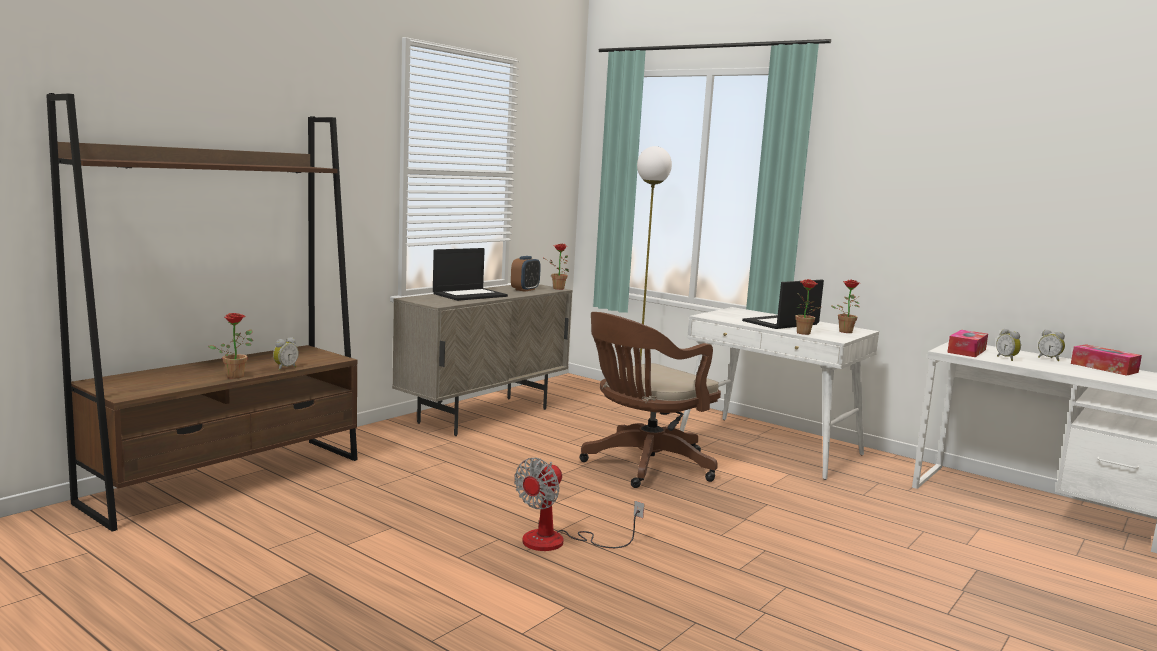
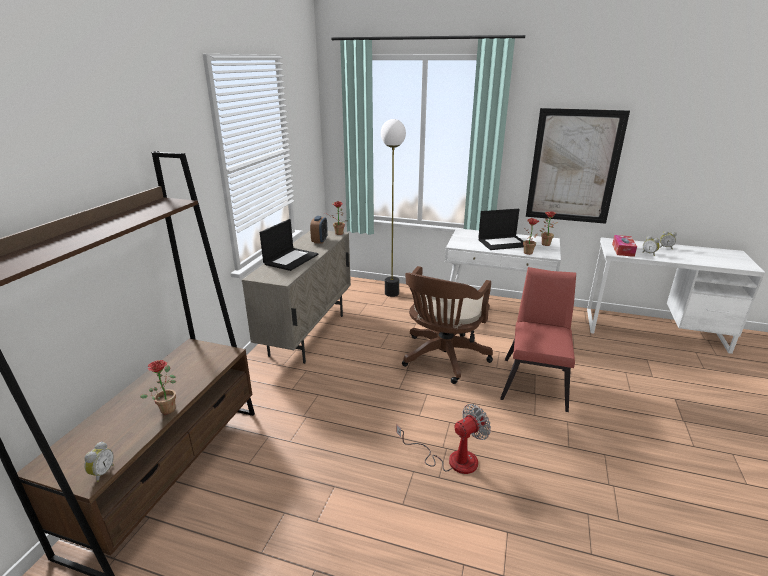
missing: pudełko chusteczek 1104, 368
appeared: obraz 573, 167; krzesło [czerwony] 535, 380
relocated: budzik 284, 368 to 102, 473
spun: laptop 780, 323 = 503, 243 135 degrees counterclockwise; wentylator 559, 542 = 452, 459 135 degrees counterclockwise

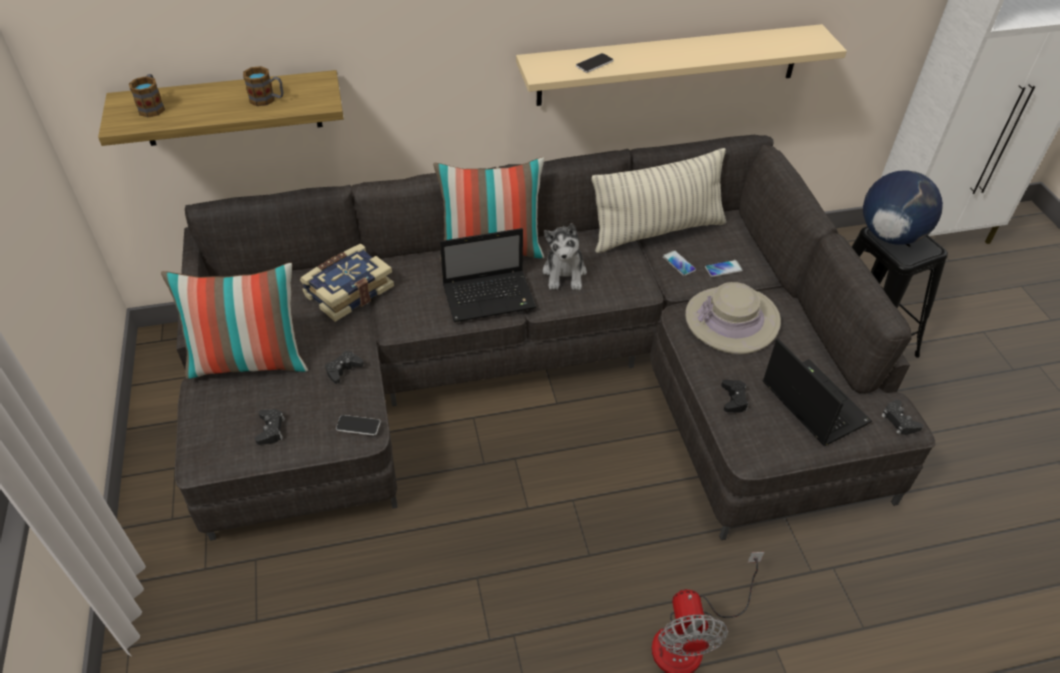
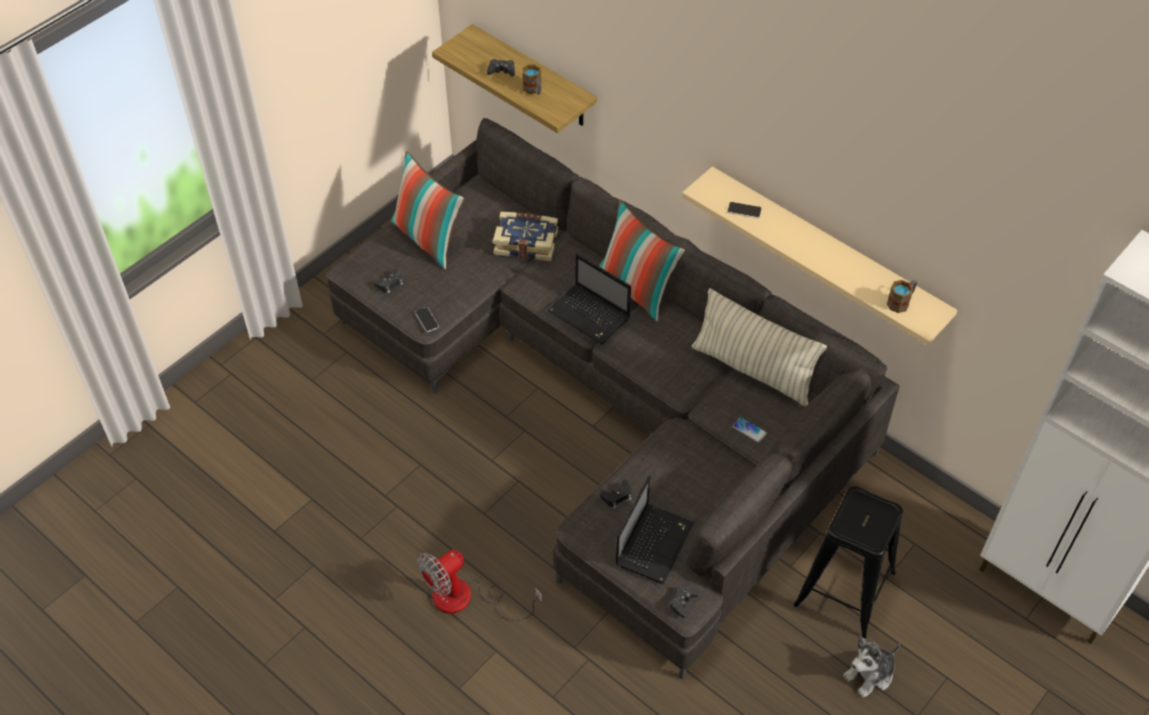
missing: globus 890, 235; telefon 679, 263; kapelusz [beżowy] 732, 320
relocated: kubek 153, 106 to 901, 302; pluszak 564, 273 to 870, 674; pad do gier [czarny] 343, 370 to 501, 71

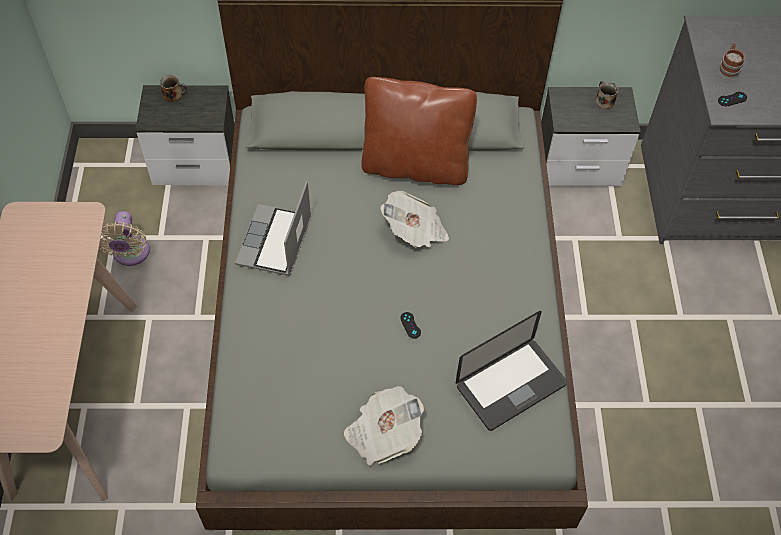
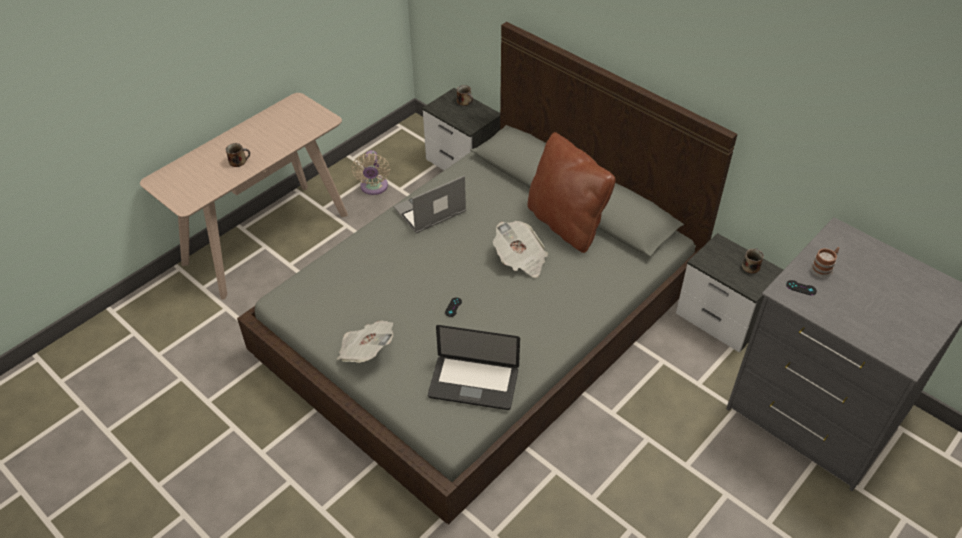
appeared: kubek 239, 161
spun: wentylator [beżowy] 130, 254 = 374, 188 45 degrees counterclockwise

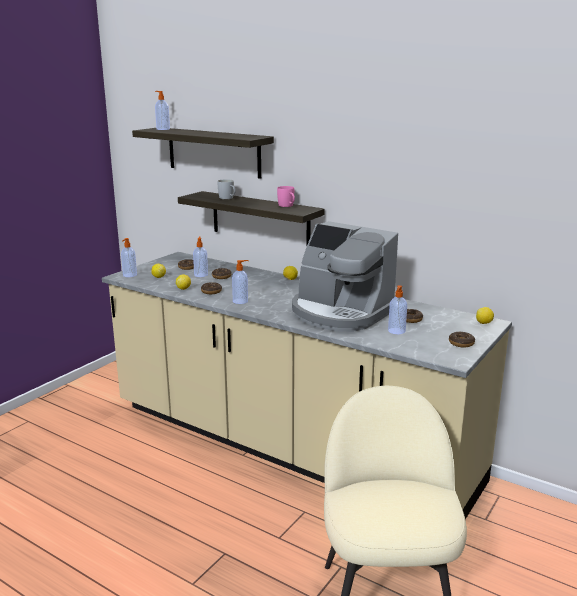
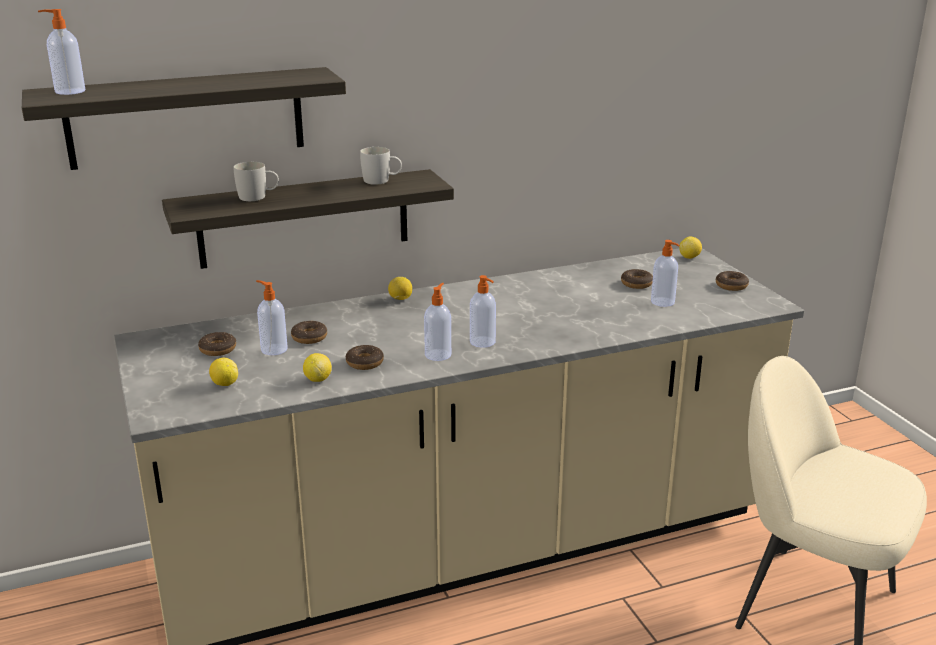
missing: ekspres do kawy 340, 313
relocated: dozownik mydła 129, 275 to 483, 342
colour: kubek [różowy] 287, 206 to kubek [biały] 381, 181

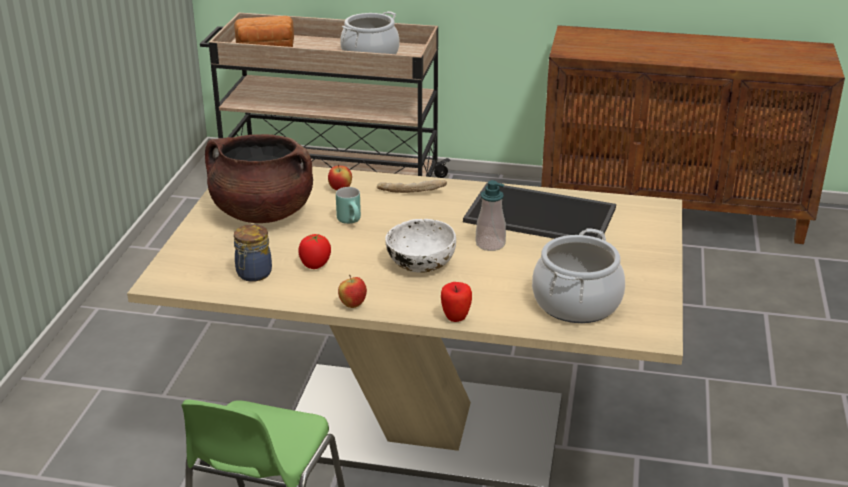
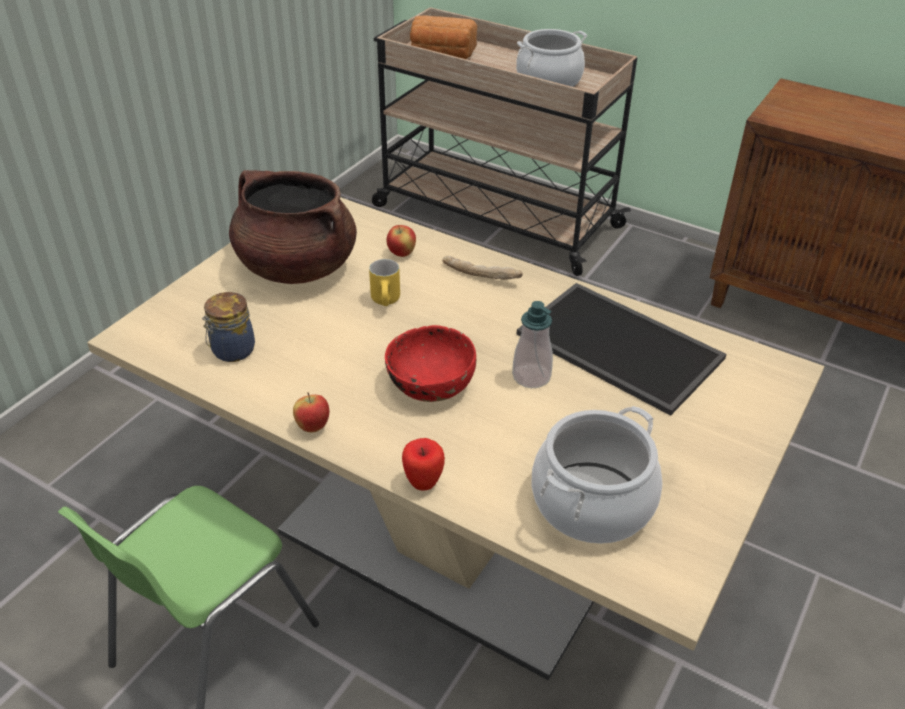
missing: pomidor 315, 265
colour: kubek [turkusowy] 352, 221 to kubek [żółty] 387, 302; miska [biały] 420, 262 to miska [czerwony] 429, 383

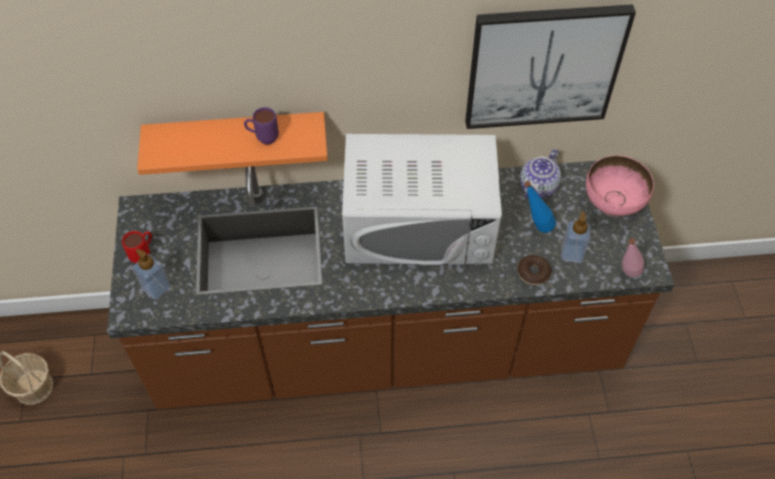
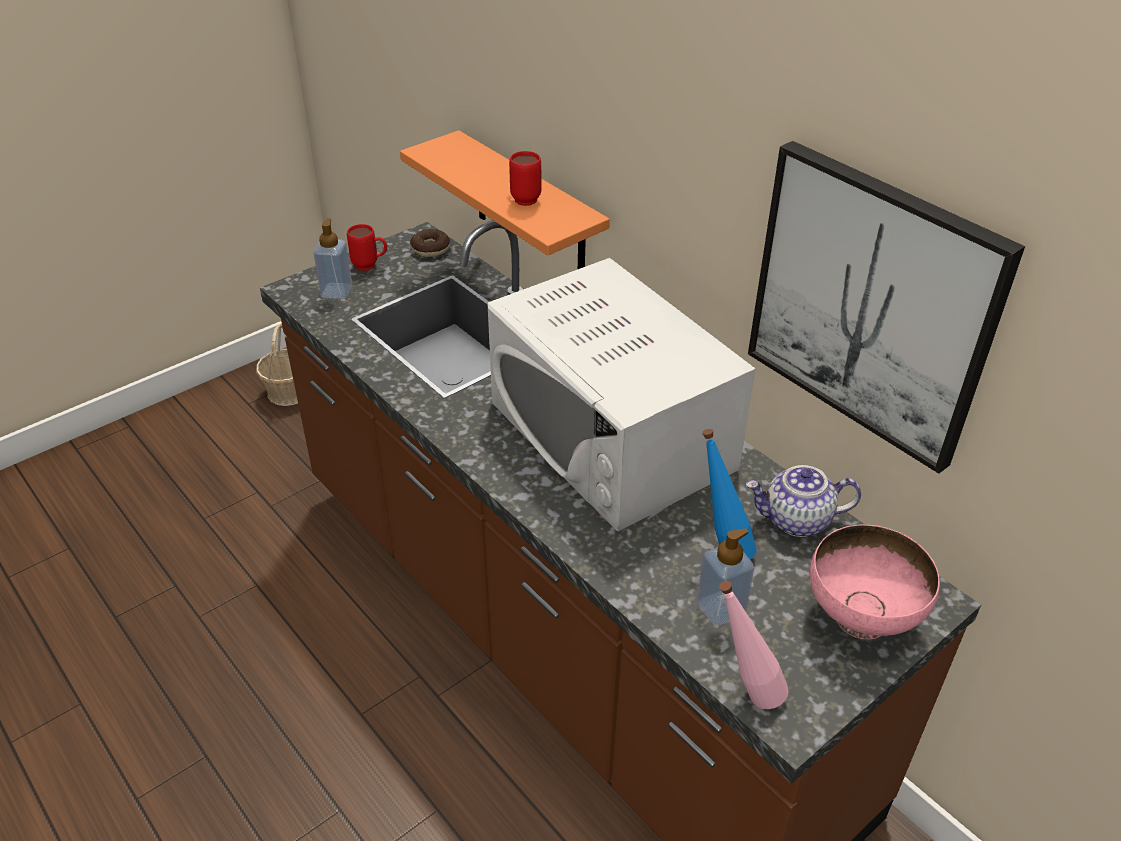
relocated: donut 533, 273 to 430, 249
colour: kubek [fioletowy] 263, 138 to kubek [czerwony] 522, 198

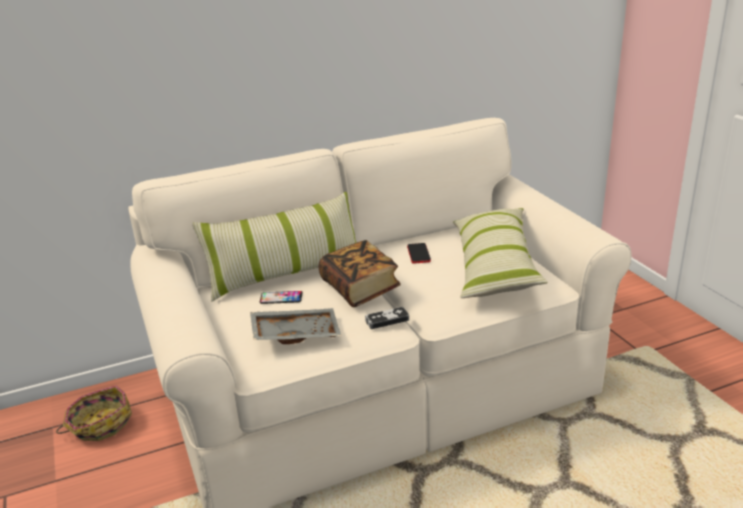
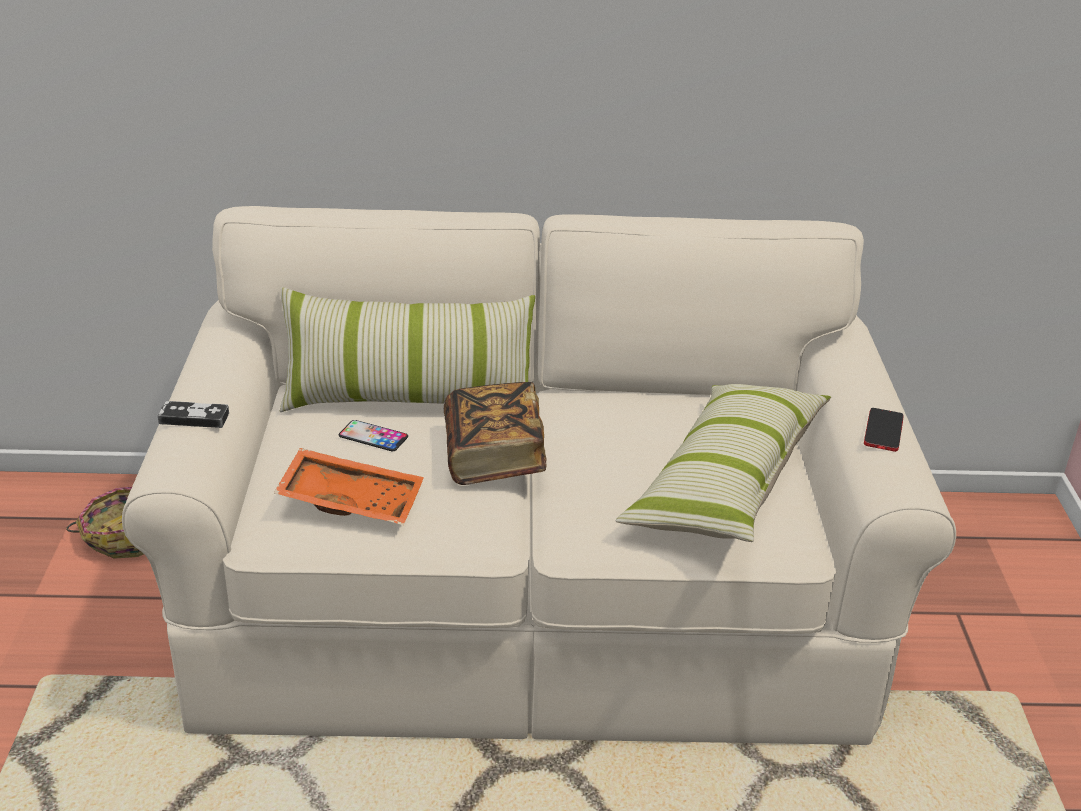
relocated: telefon 418, 254 to 883, 431; pad do gier 387, 320 to 194, 418
colour: taca [szary] 296, 333 to taca [pomarańczowy] 352, 500

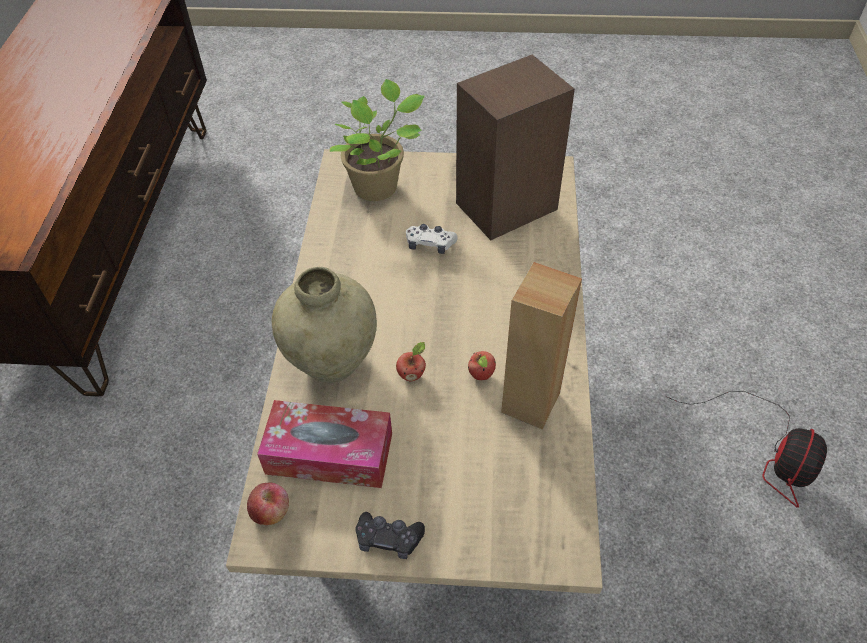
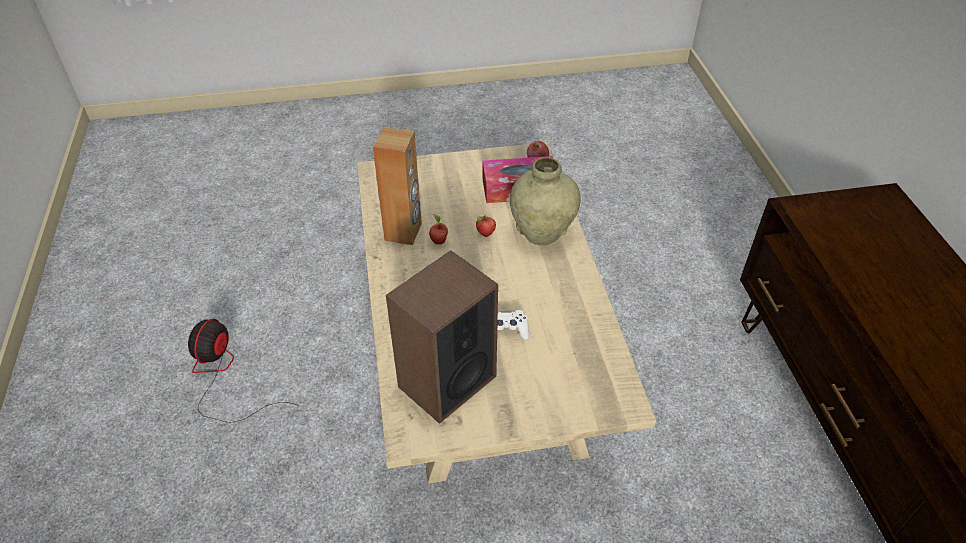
missing: roślina doniczkowa 379, 186; pad do gier [czarny] 389, 539

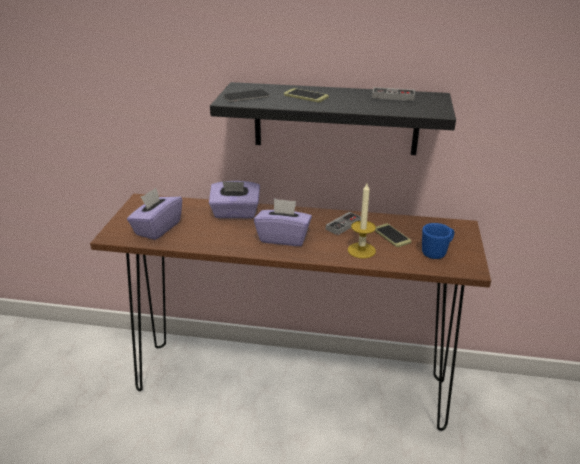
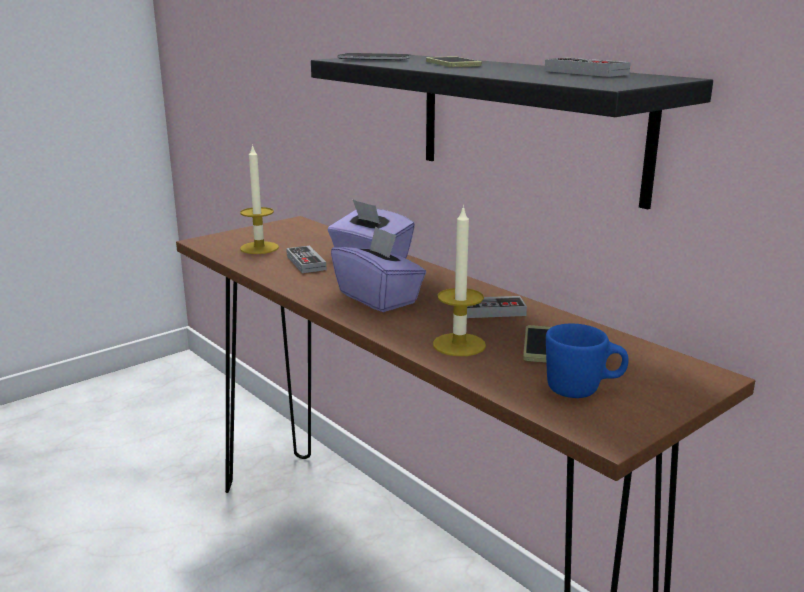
appeared: pad do gier 306, 263
exchanged: pudełko chusteczek [fioletowy] 157, 228 to świeca 259, 248

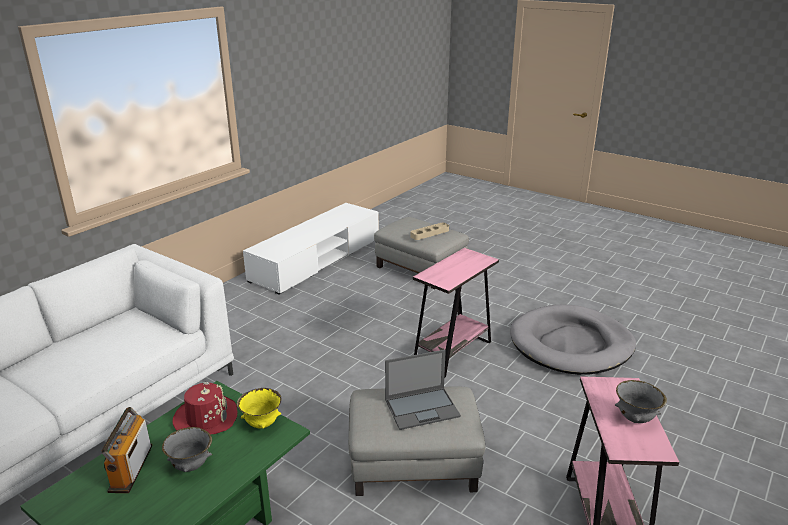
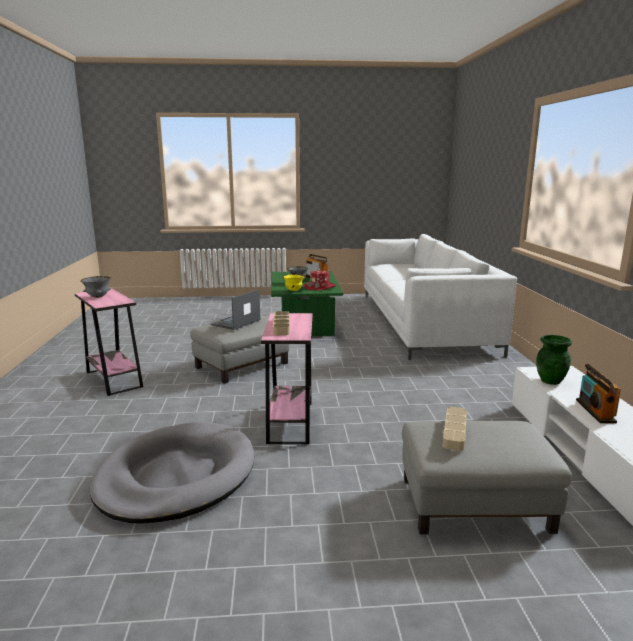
appeared: taca [beżowy] 281, 326; wazon [zielony] 550, 381; radio 595, 411

